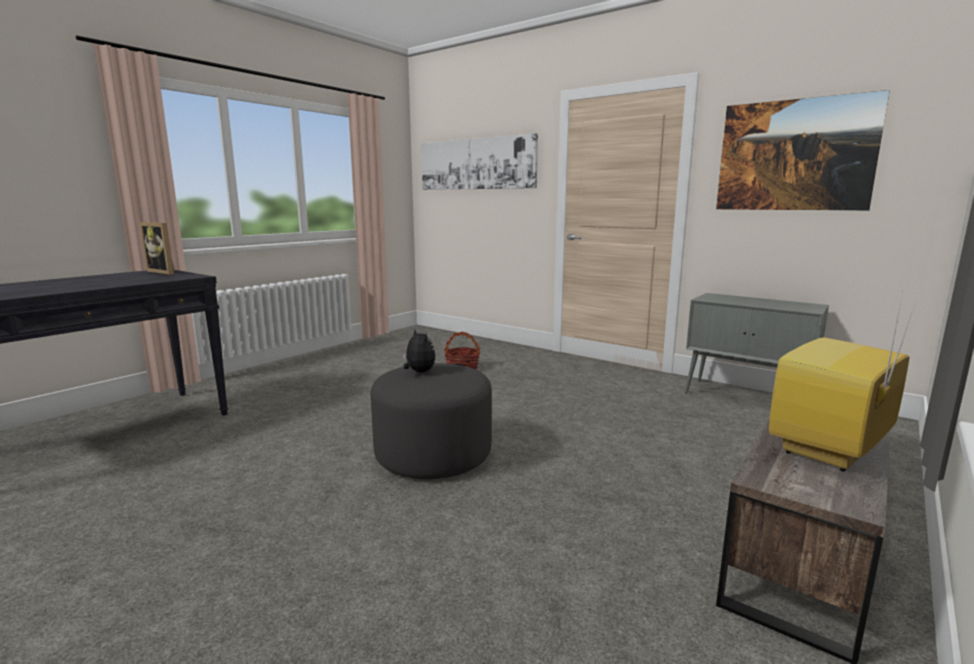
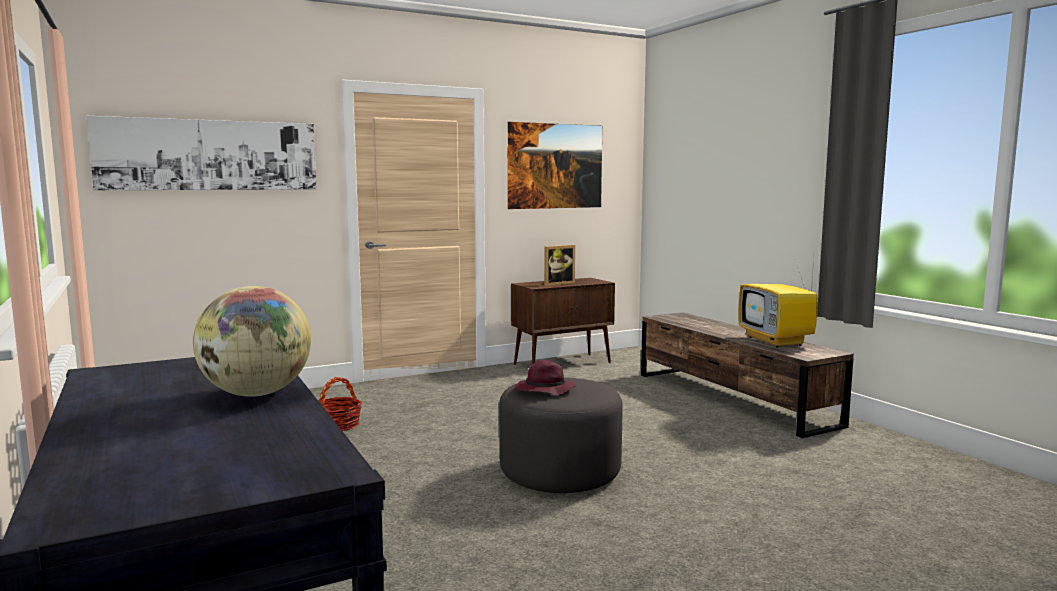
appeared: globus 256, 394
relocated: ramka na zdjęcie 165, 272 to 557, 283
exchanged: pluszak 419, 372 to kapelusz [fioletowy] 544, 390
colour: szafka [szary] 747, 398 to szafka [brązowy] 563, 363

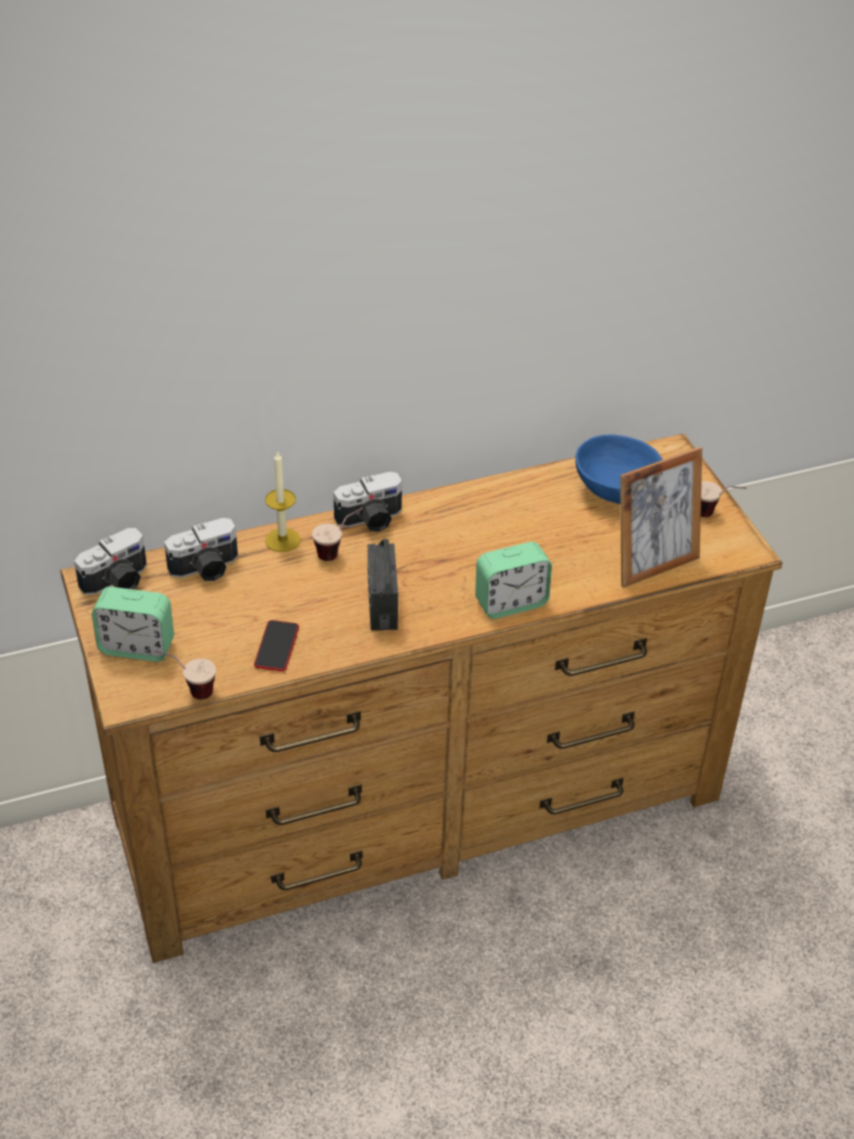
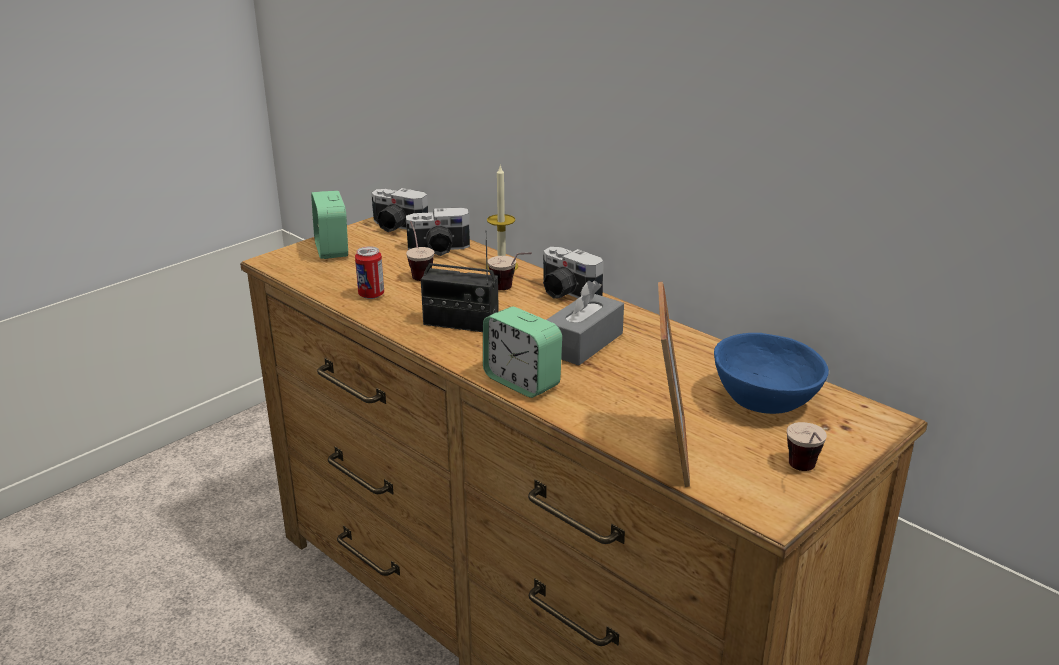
appeared: pudełko chusteczek [szary] 583, 343
relocated: filiżanka 188, 690 to 419, 273
exchanged: telefon 276, 646 to puszka 371, 295
spun: ramka na zdjęcie 653, 564 = 668, 450 120 degrees counterclockwise; aparat fotograficzny 206, 569 = 439, 249 45 degrees counterclockwise; radio 382, 604 = 460, 323 135 degrees counterclockwise

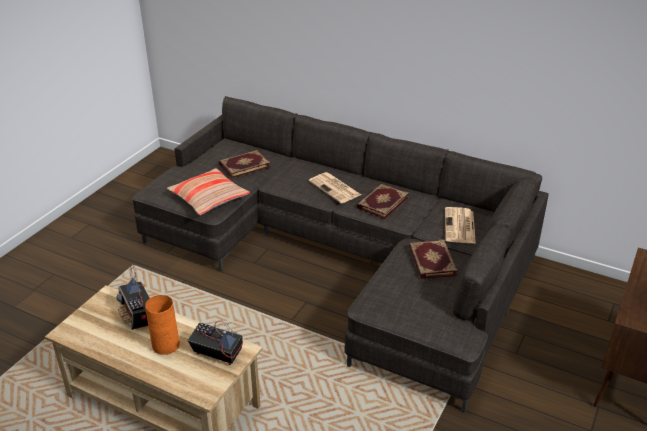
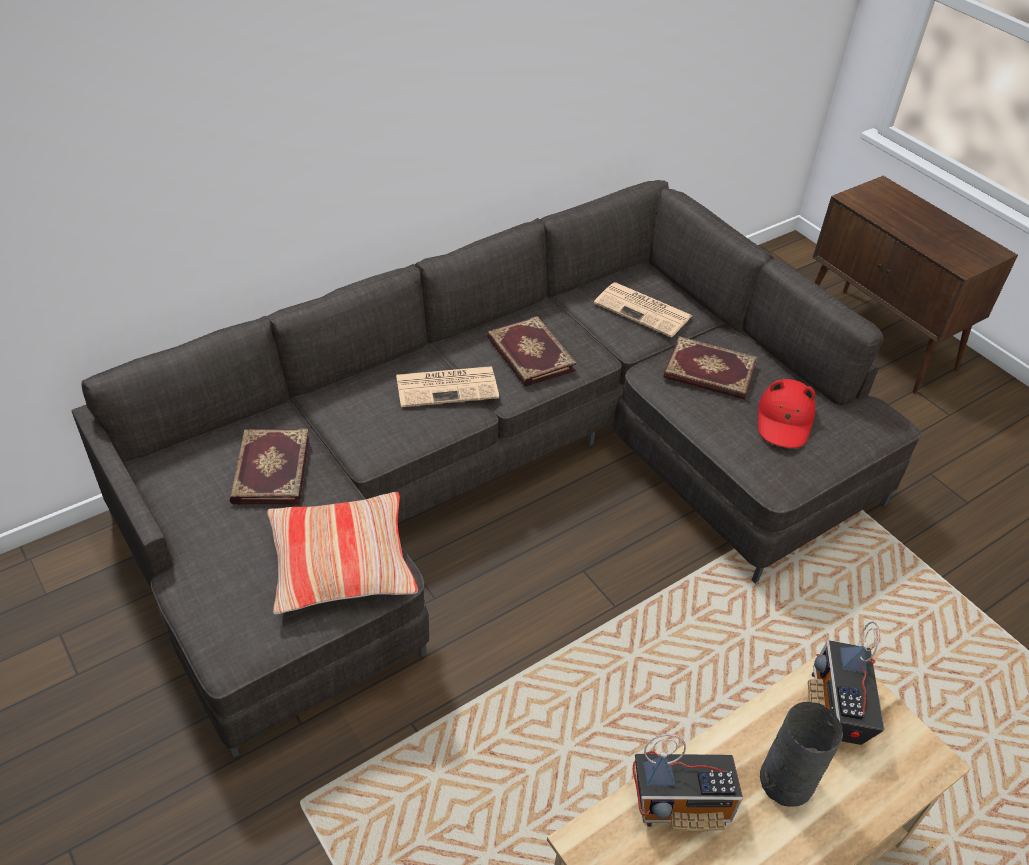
appeared: kapelusz [czerwony] 785, 420
colour: wazon [pomarańczowy] 166, 344 to wazon [szary] 784, 781
spun: radio 217, 354 = 837, 709 45 degrees counterclockwise

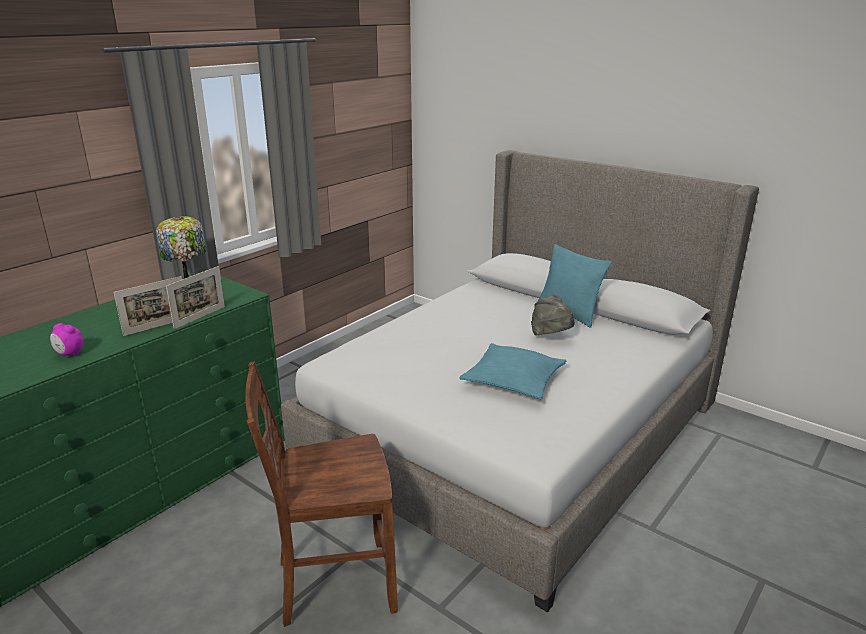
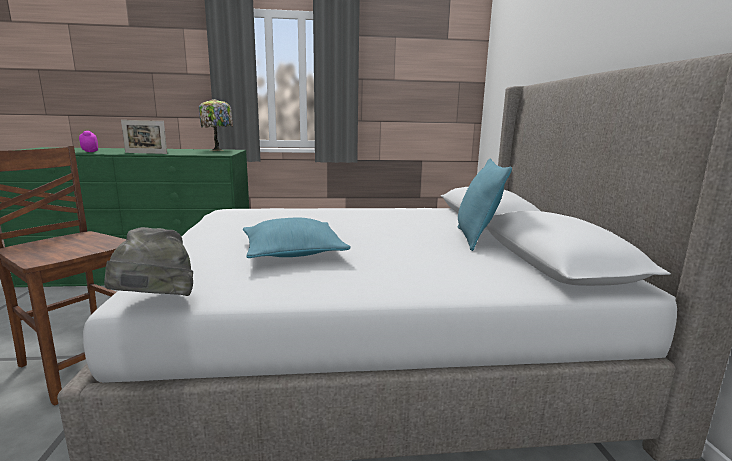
missing: ramka na zdjęcie 200, 317
relocated: kapelusz [szary] 551, 337 to 154, 305

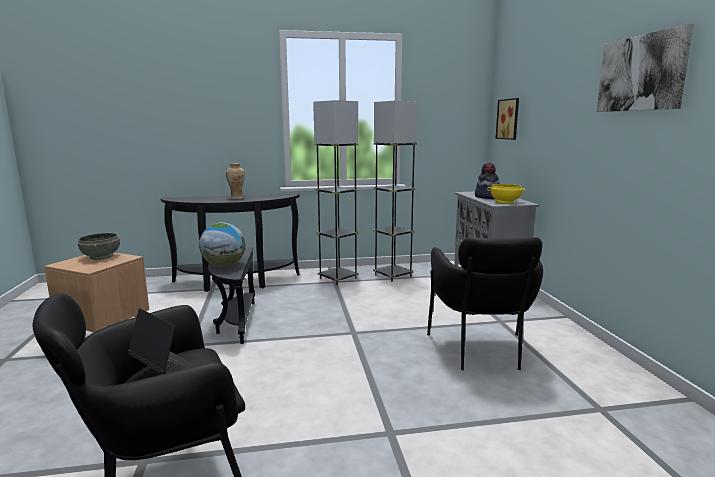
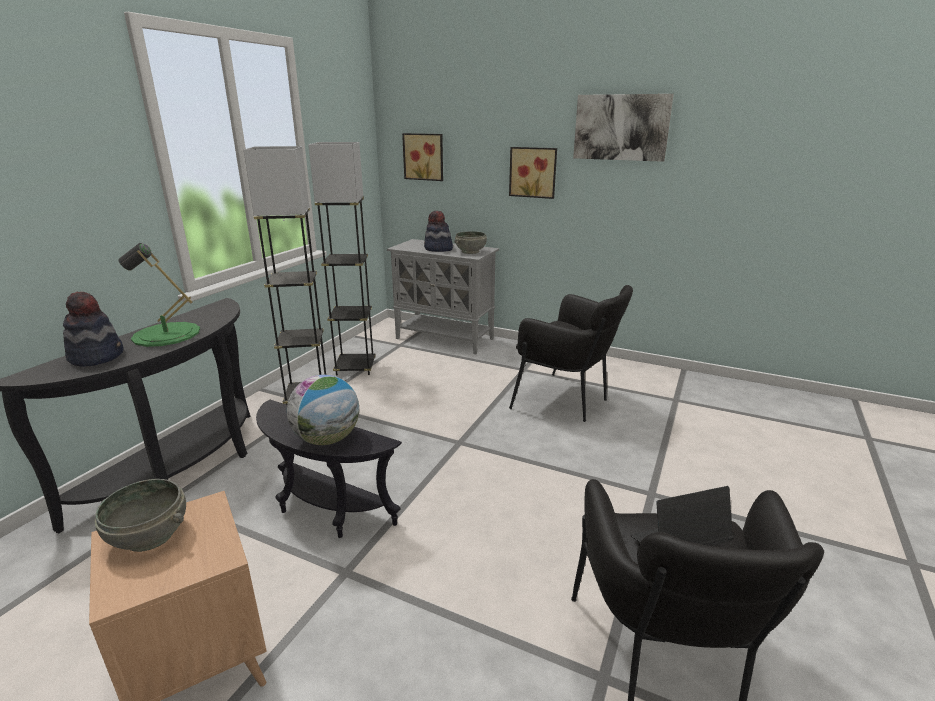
appeared: obraz 533, 172; kapelusz 97, 356
exchanged: wazon 236, 198 to lampa stołowa [zielony] 166, 334
colour: miska [żółty] 505, 202 to miska [szary] 470, 252

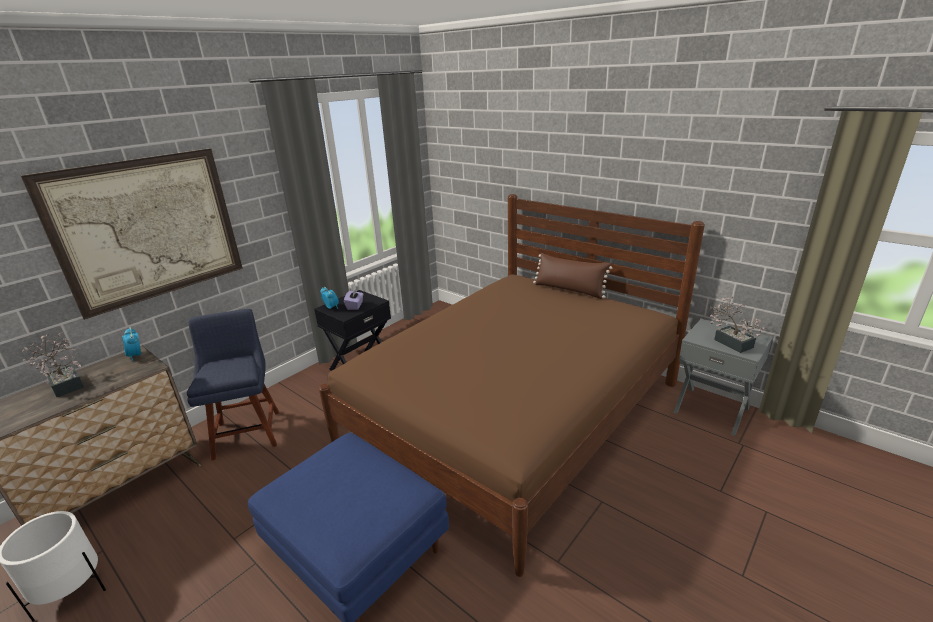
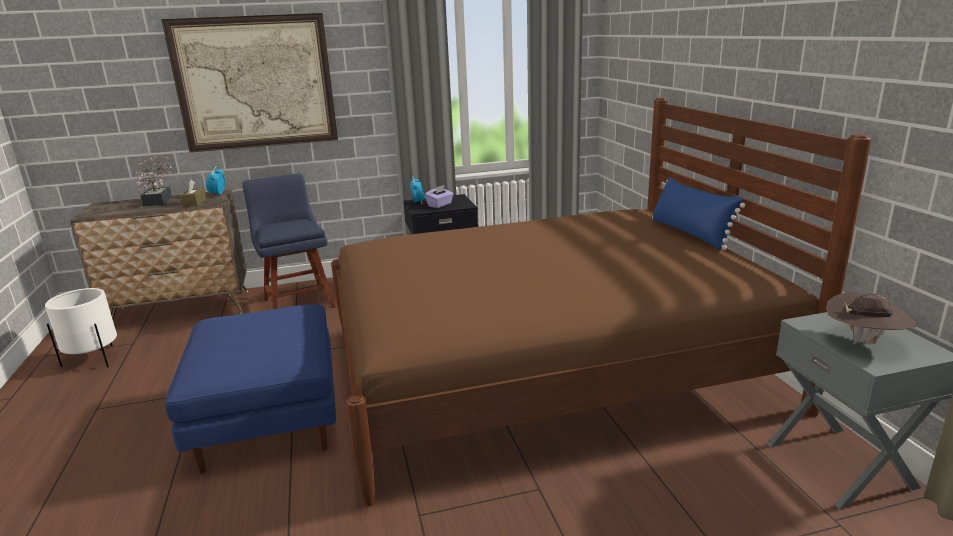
appeared: pudełko chusteczek [brązowy] 194, 202
exchanged: roślina doniczkowa 730, 341 to kapelusz [brązowy] 863, 342
colour: poduszka [brązowy] 569, 290 to poduszka [niebieski] 690, 233
spun: krzesło [niebieski] 247, 431 = 298, 302 45 degrees counterclockwise

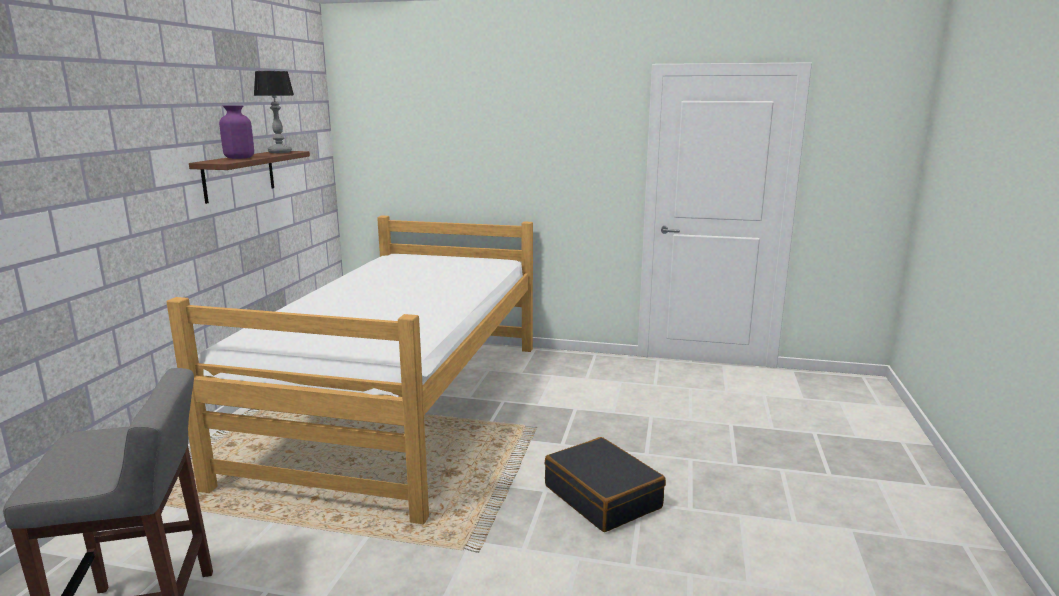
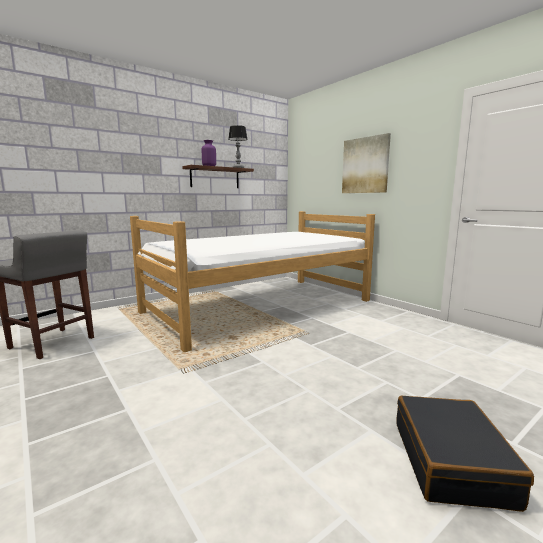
appeared: obraz 365, 165
relocated: walizka [czarny] 603, 496 to 451, 462

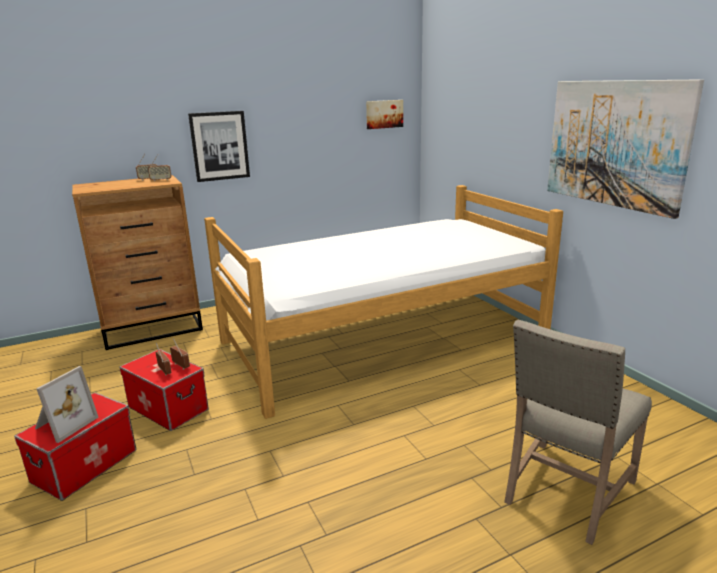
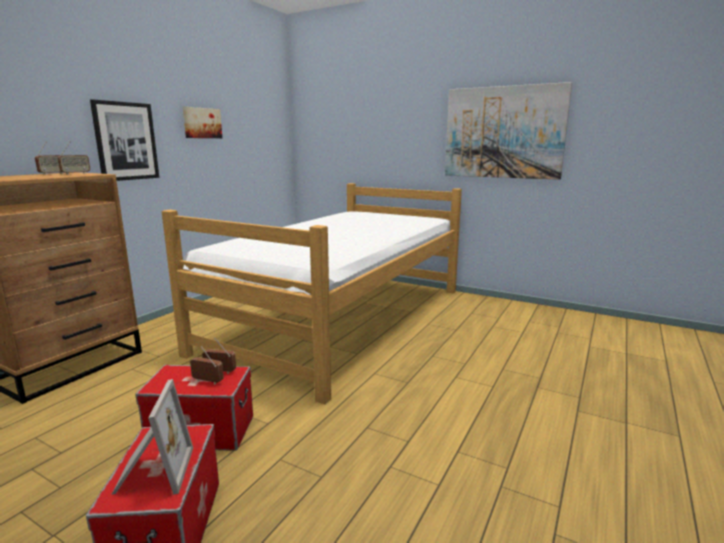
missing: krzesło [beżowy] 565, 492
relocated: obraz 384, 114 to 202, 123

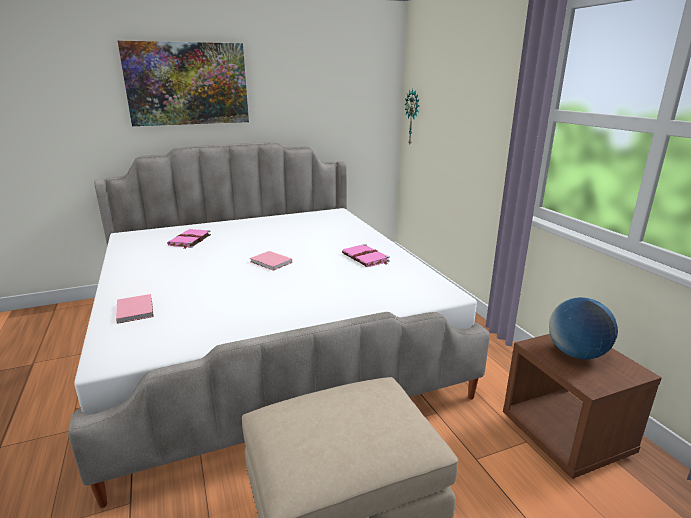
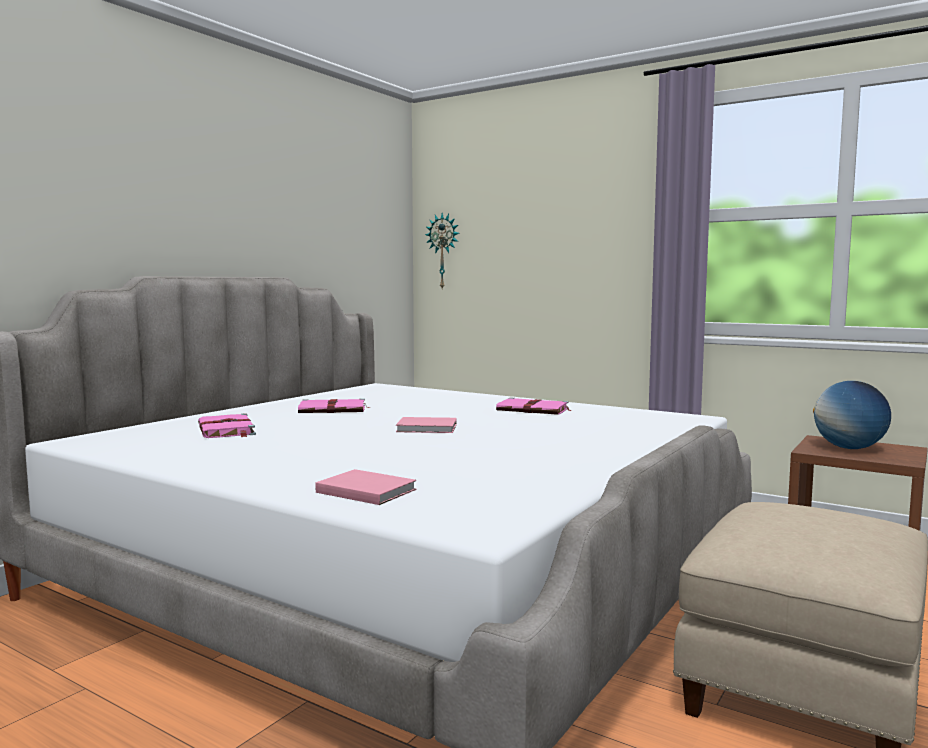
missing: obraz 187, 84
appeared: książka [różowy] 333, 409

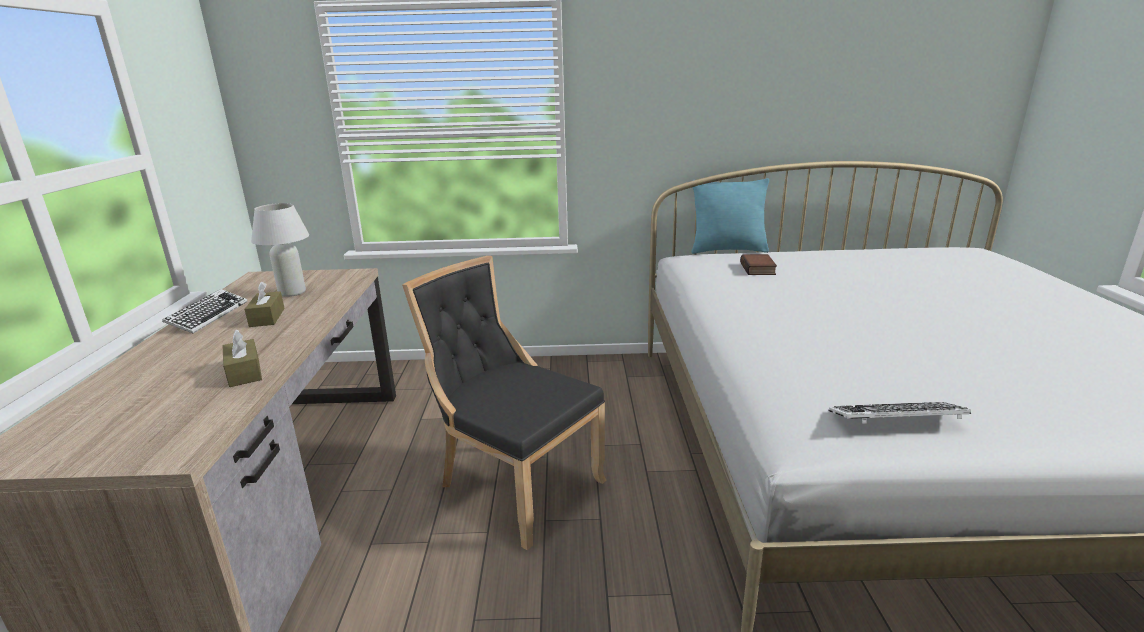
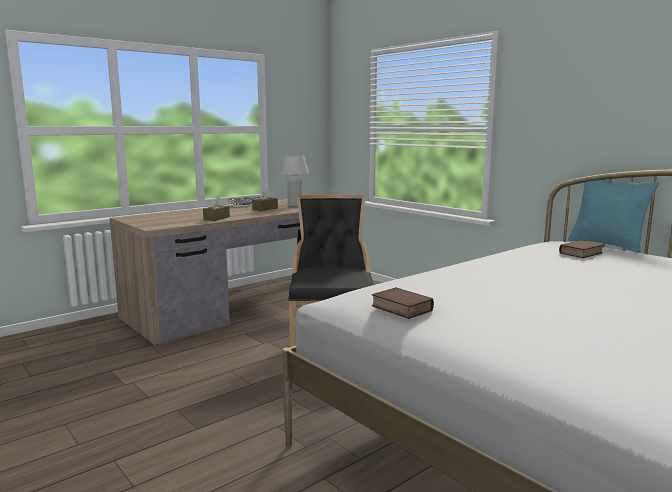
exchanged: klawiatura 896, 419 to książka 400, 308

